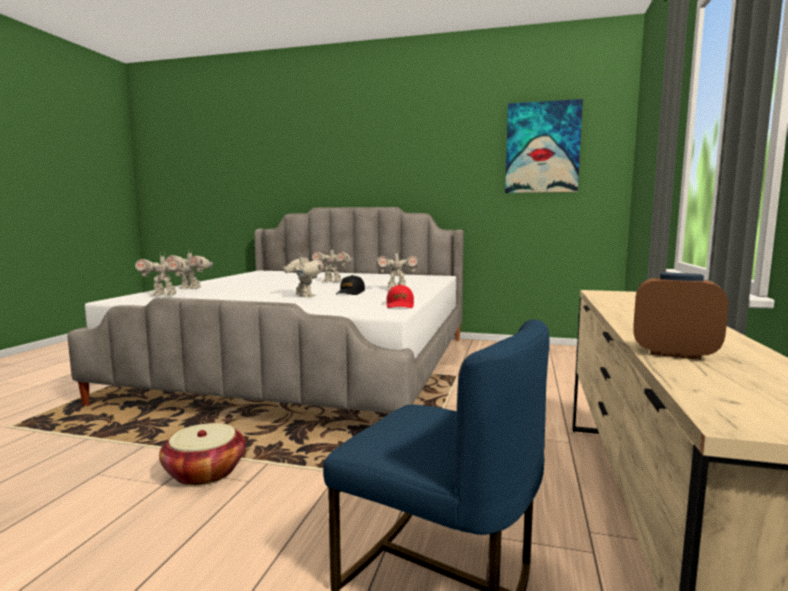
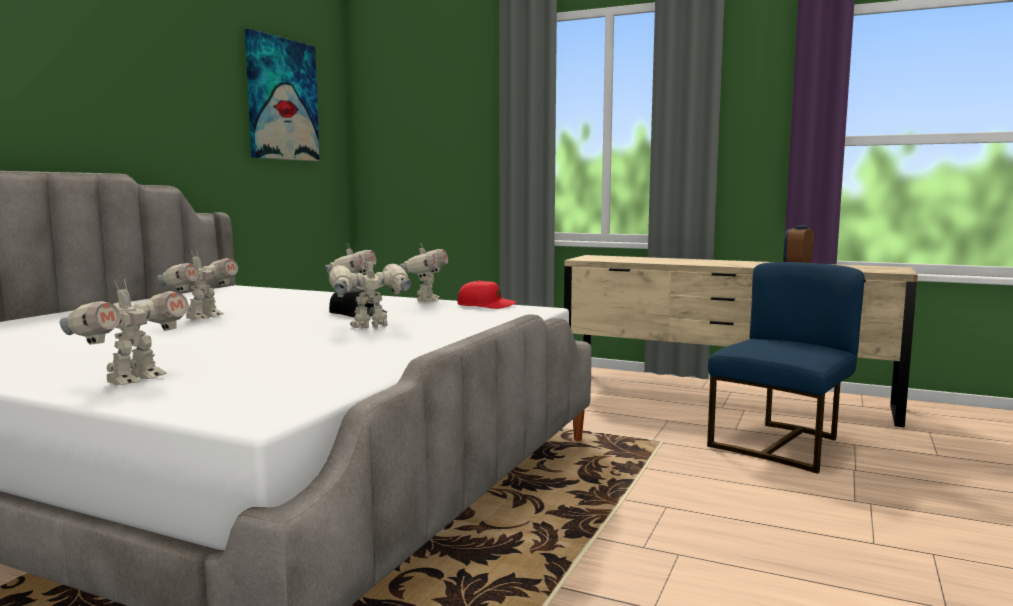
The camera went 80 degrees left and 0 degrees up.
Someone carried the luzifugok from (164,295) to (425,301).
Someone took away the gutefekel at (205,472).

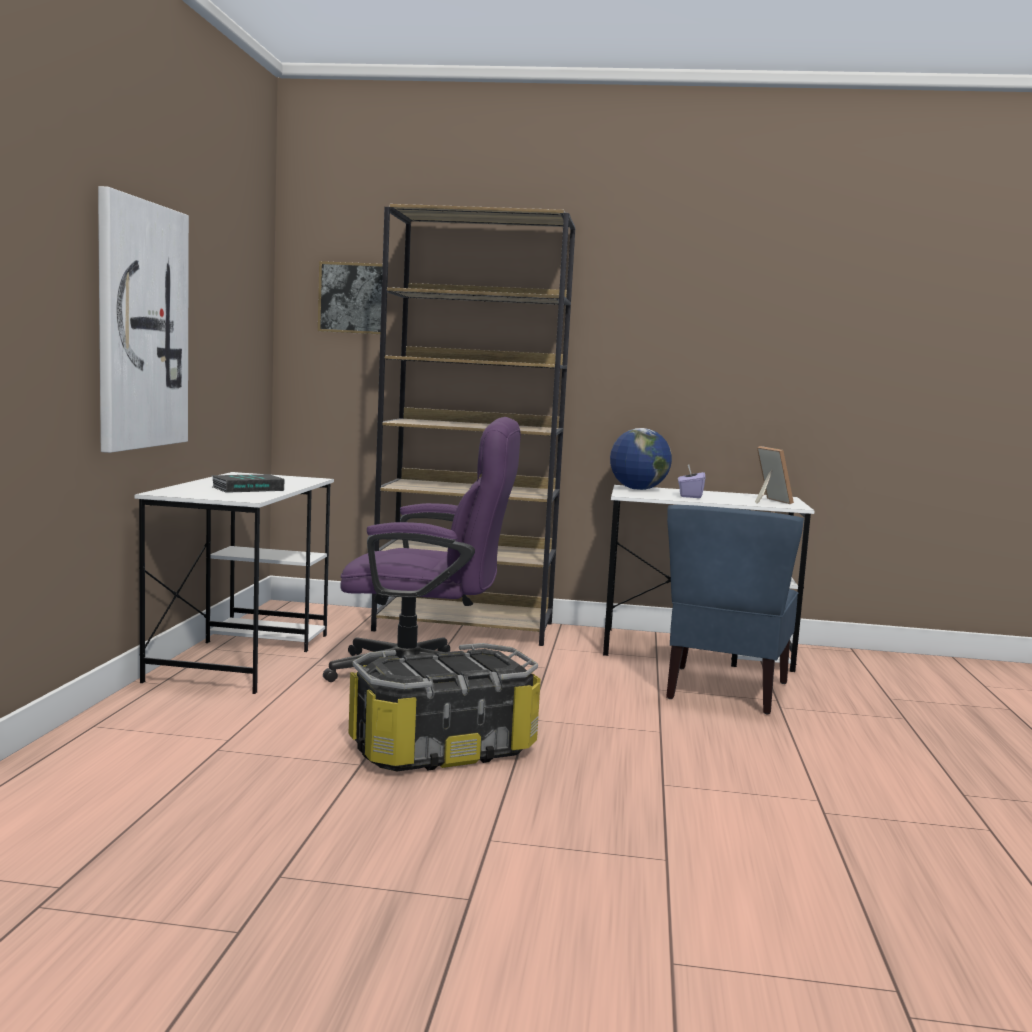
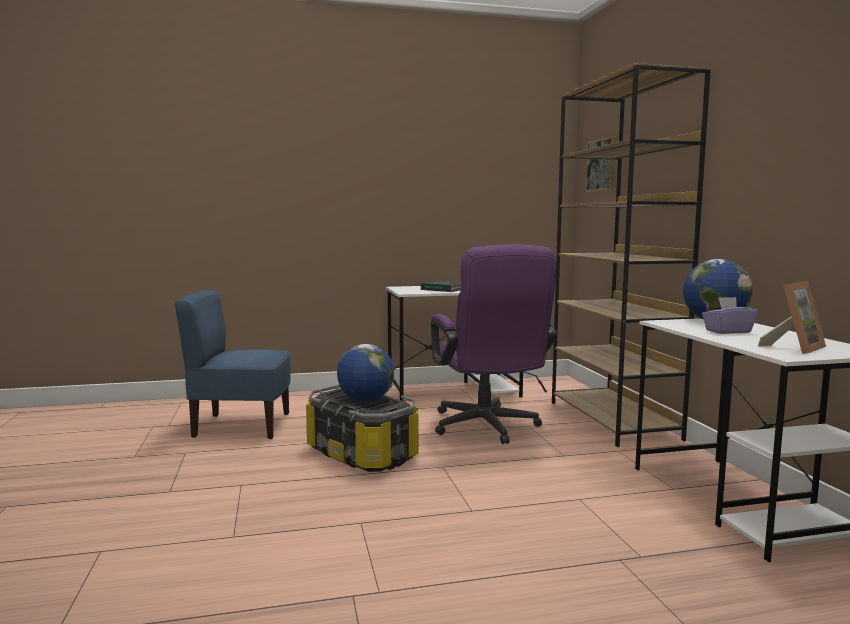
The camera went 70 degrees right and 0 degrees up.
Someone carried the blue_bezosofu from (725,690) to (242,426).
Someone put down the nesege at (365,400).
Someone took away the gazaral at (140,326).

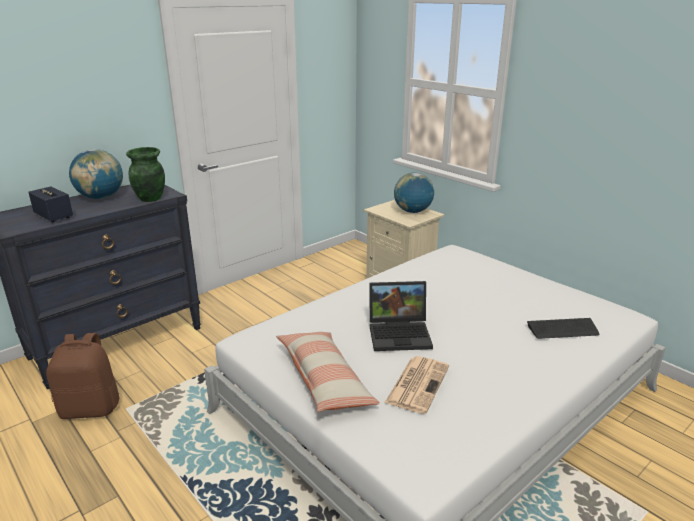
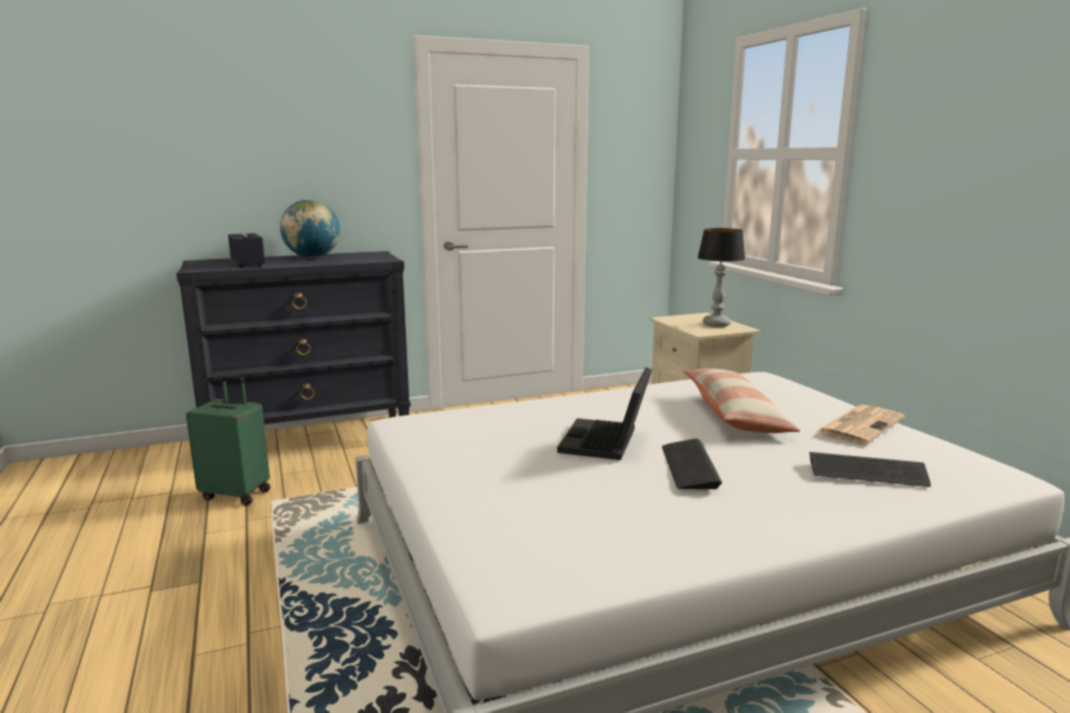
The camera went 20 degrees right and 10 degrees down.
Someone swapped the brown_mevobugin at (91,408) for the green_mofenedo at (237,494).
Someone rotated the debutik at (400,333) by 90 degrees clockwise.
Someone put down the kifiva at (689,466).
Someone carried the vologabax from (324,380) to (735,415).
Someone swapped the nesege at (412,211) for the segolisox at (716,324).
Someone carried the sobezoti from (417,383) to (860,425).
Someone took away the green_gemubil at (150,198).

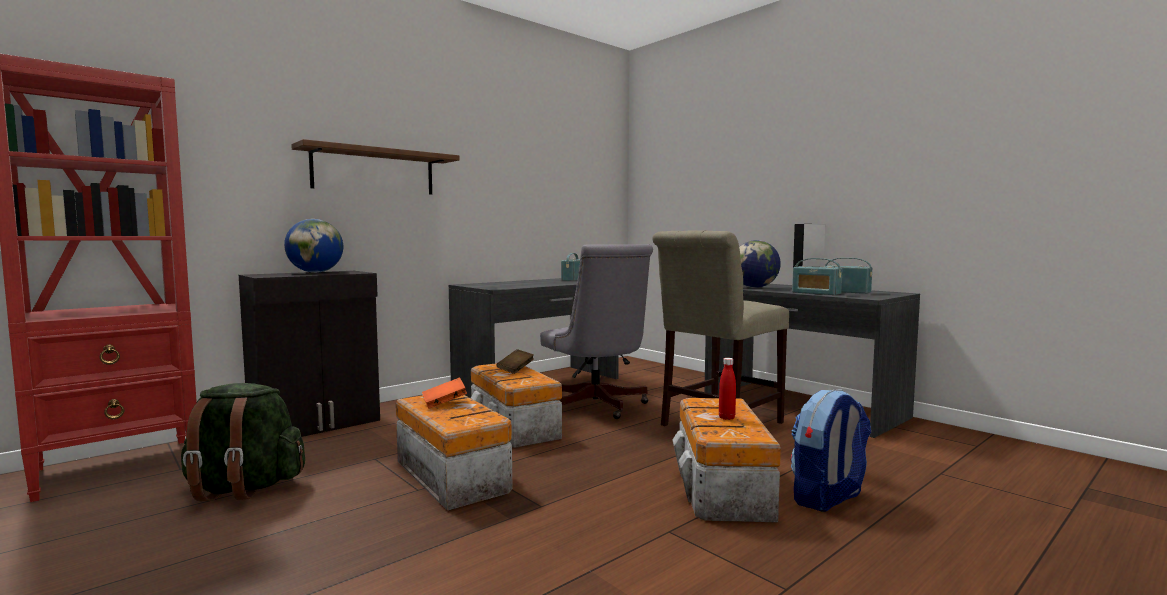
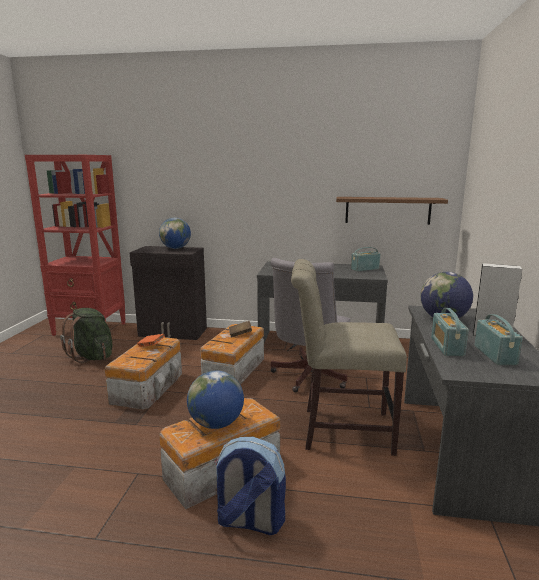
The camera went 50 degrees right and 10 degrees up.
Someone swapped the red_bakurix at (726,418) for the nesege at (216,424).
Someone carried the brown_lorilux from (374,171) to (387,210).

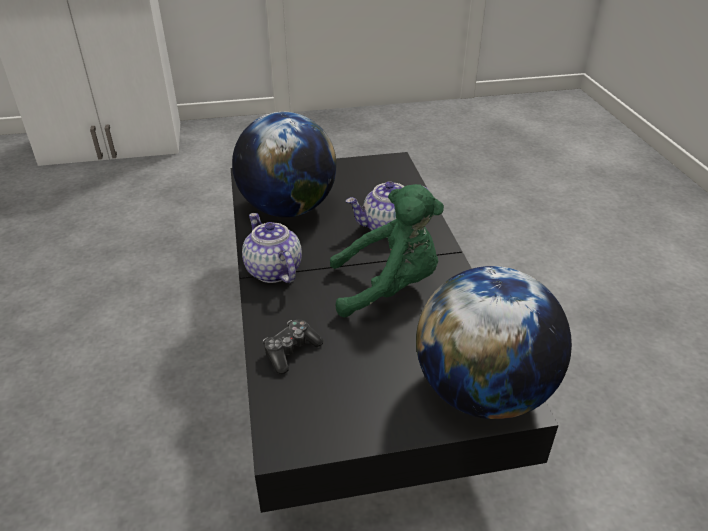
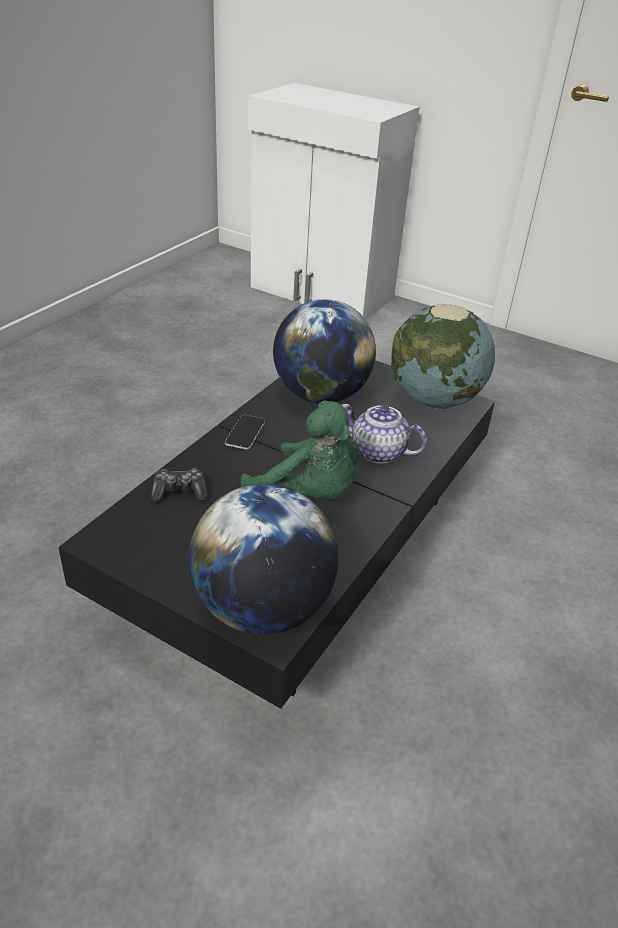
The camera went 40 degrees right and 0 degrees up.
Someone swapped the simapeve at (272,270) for the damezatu at (245,432).
Someone put down the nesege at (434,400).

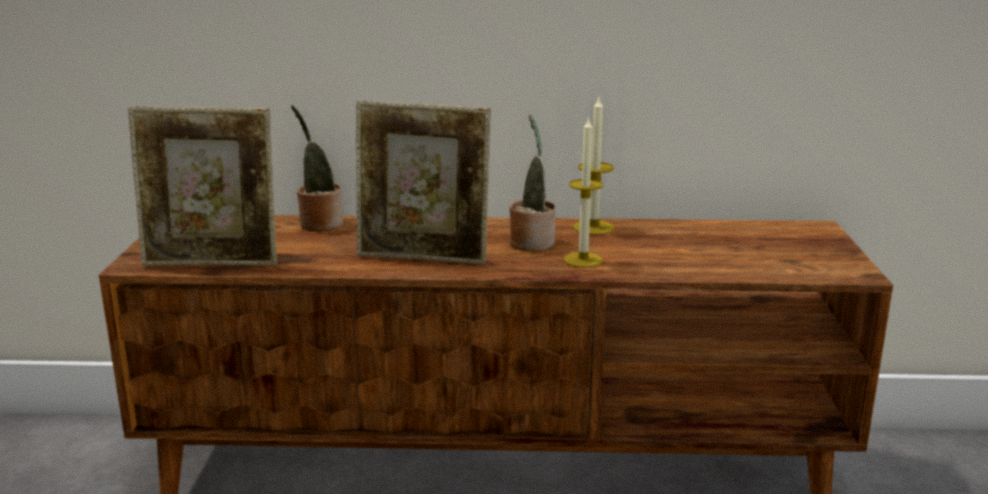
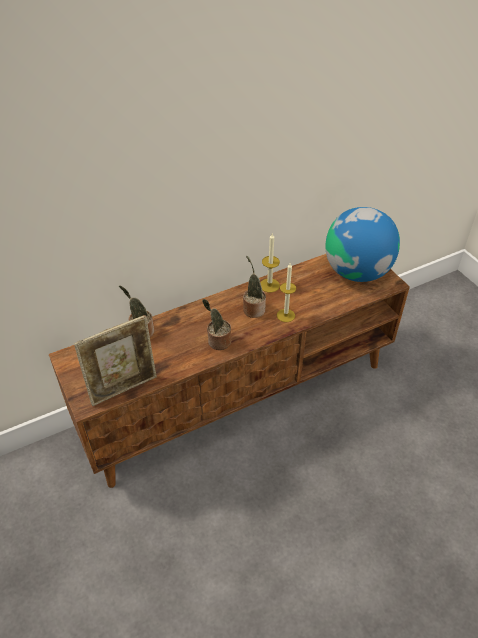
The camera went 30 degrees left and 25 degrees up.
Someone swapped the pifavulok at (424,258) for the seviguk at (217,342).
Someone put down the nesege at (357,271).

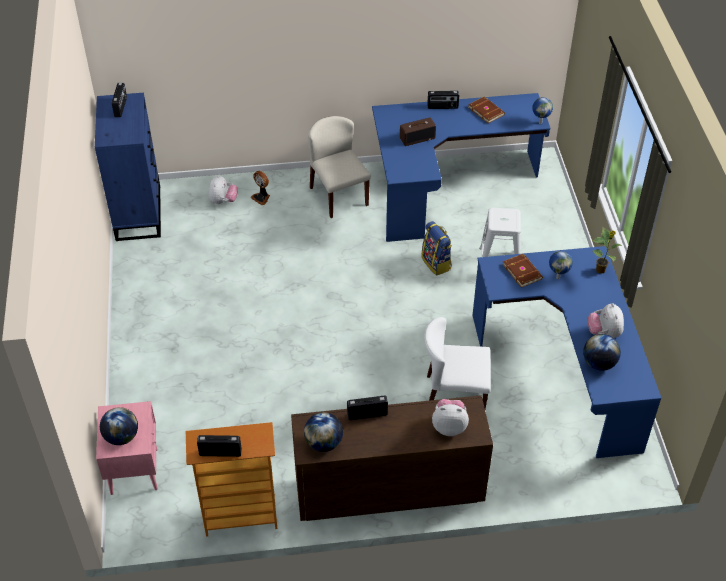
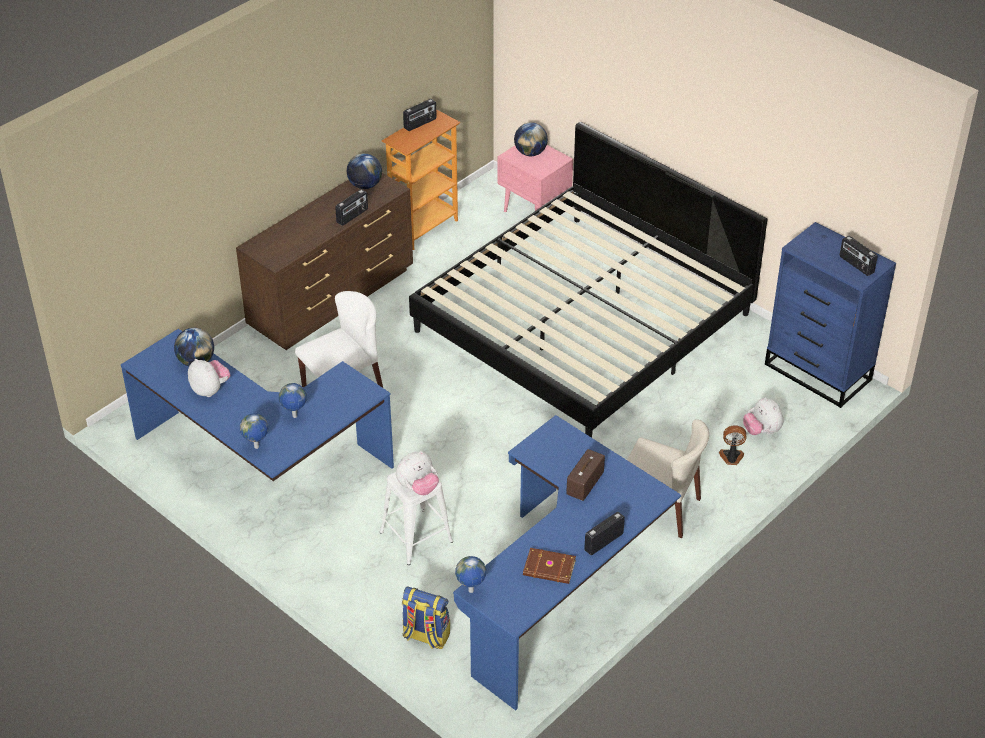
The camera went 140 degrees right and 5 degrees down.
Someone swapped the seviguk at (601,270) for the nesege at (257,447).
Someone carried the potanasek from (449,426) to (418,487).
Someone carried the mevobugin from (436,263) to (425,636).
Someone put down the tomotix at (583,322).
Someone took away the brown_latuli at (522,271).

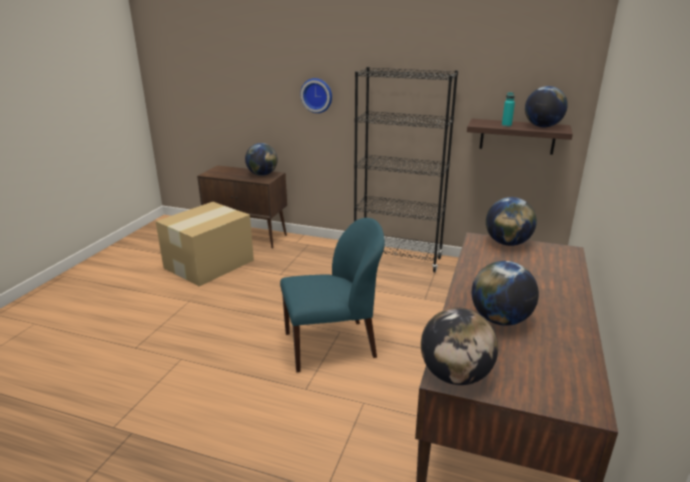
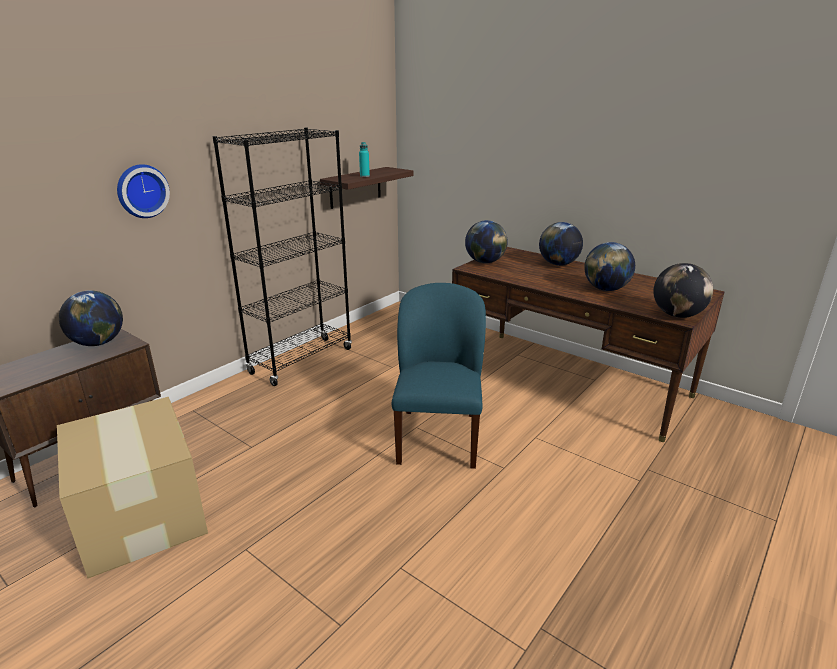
The camera went 70 degrees left and 0 degrees up.
Someone carried the nesege from (542,127) to (558,264).

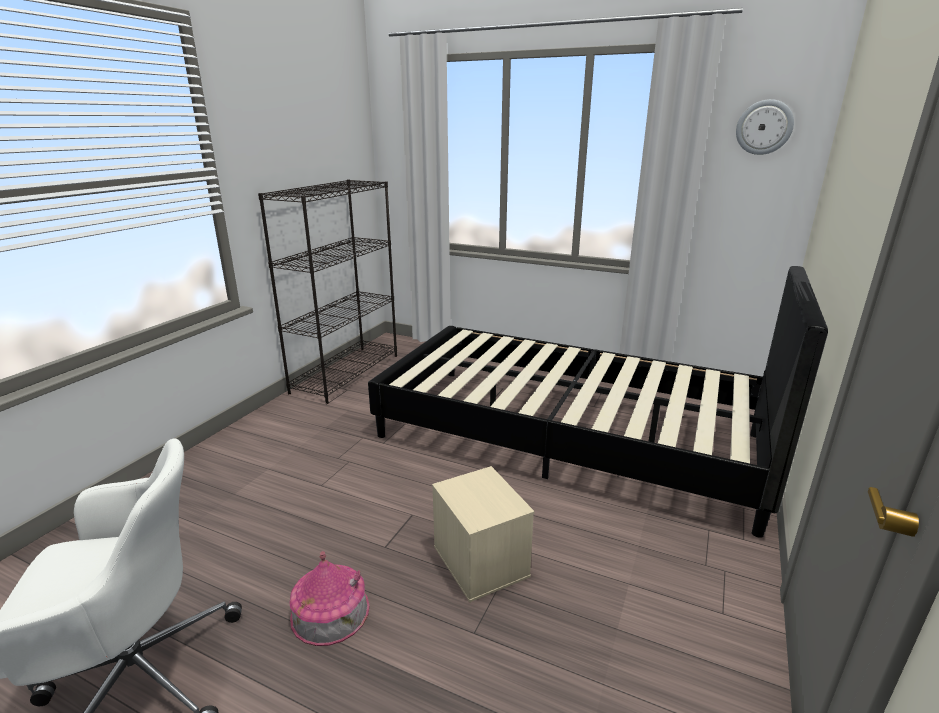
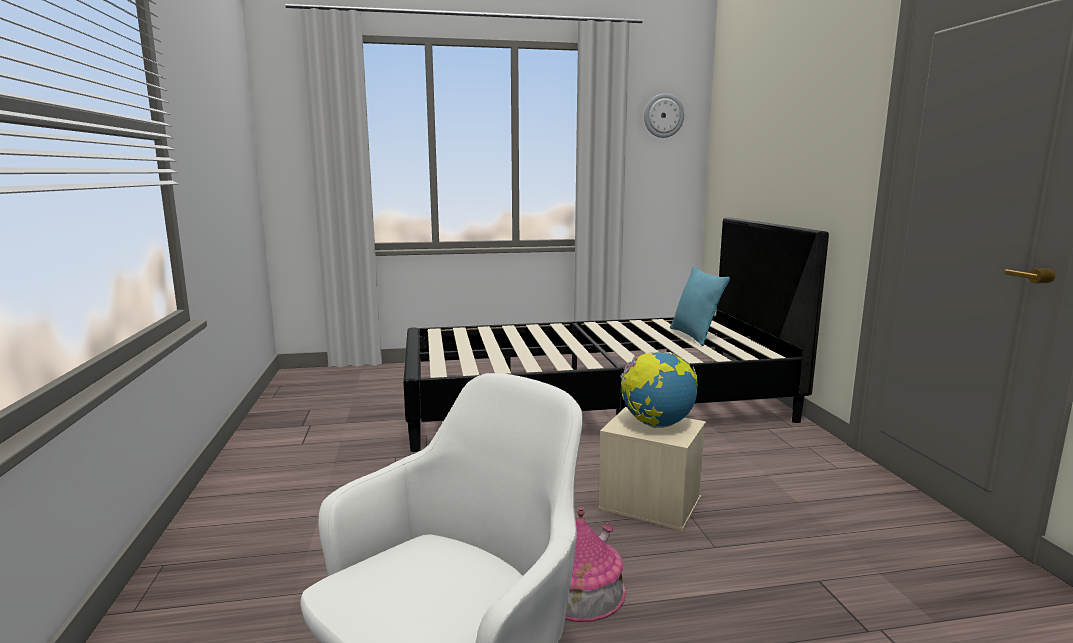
The camera went 35 degrees left and 10 degrees down.
Someone put down the nesege at (657,425).
Someone put down the turquoise_vologabax at (694,336).
Someone took away the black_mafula at (346,373).

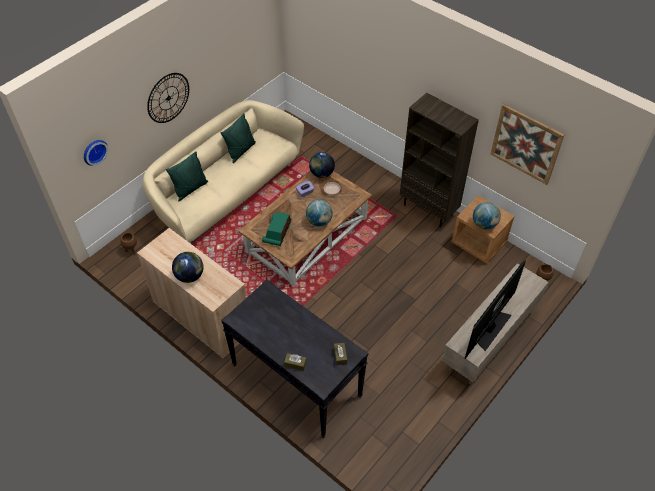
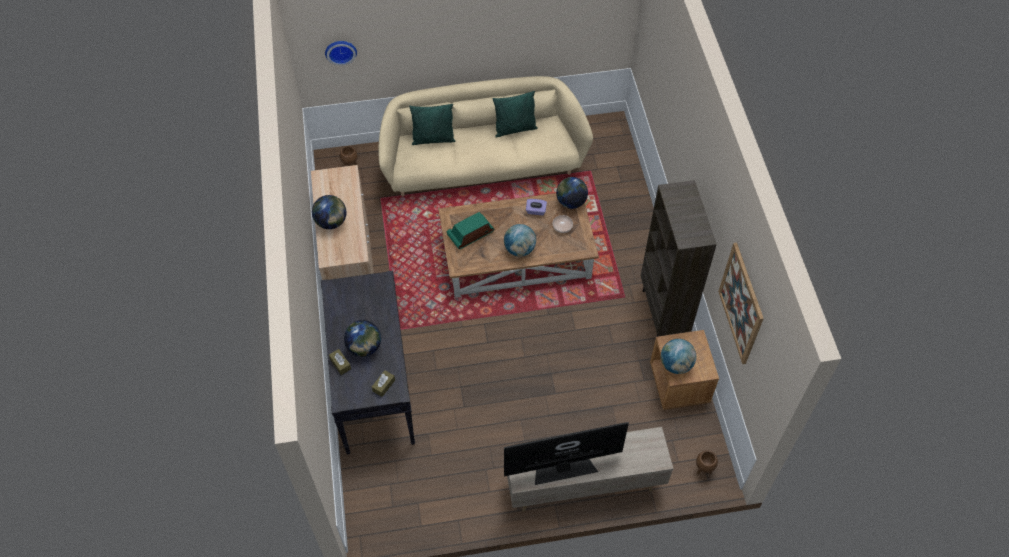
The camera went 40 degrees right and 5 degrees up.
Someone put down the nesege at (364,347).
Someone took away the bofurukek at (168,98).

